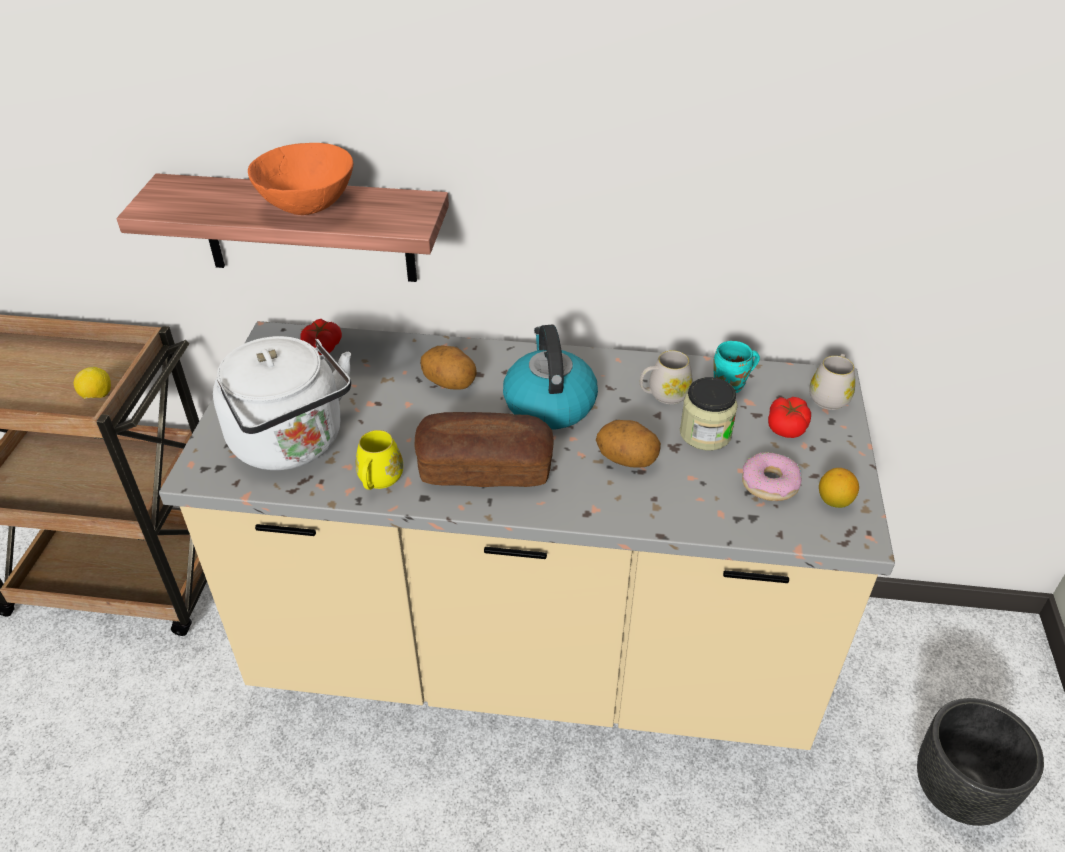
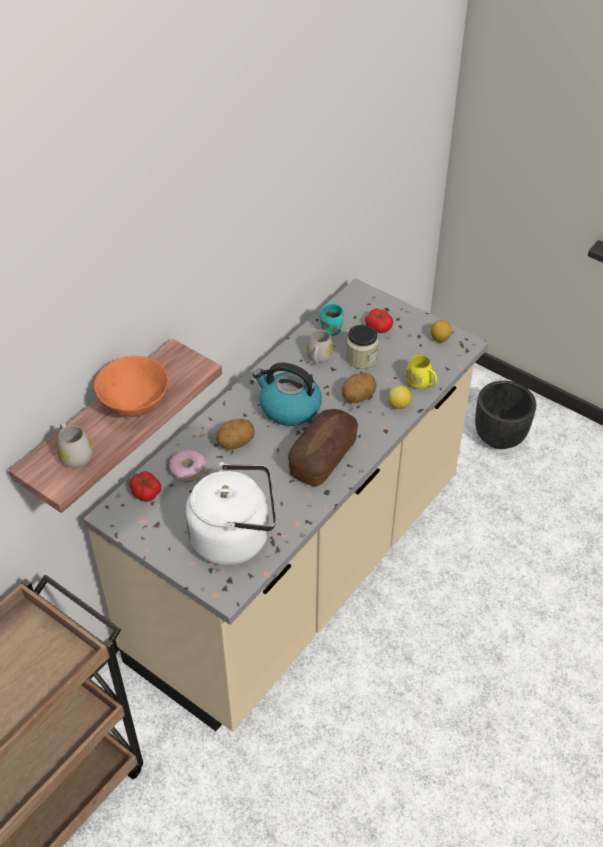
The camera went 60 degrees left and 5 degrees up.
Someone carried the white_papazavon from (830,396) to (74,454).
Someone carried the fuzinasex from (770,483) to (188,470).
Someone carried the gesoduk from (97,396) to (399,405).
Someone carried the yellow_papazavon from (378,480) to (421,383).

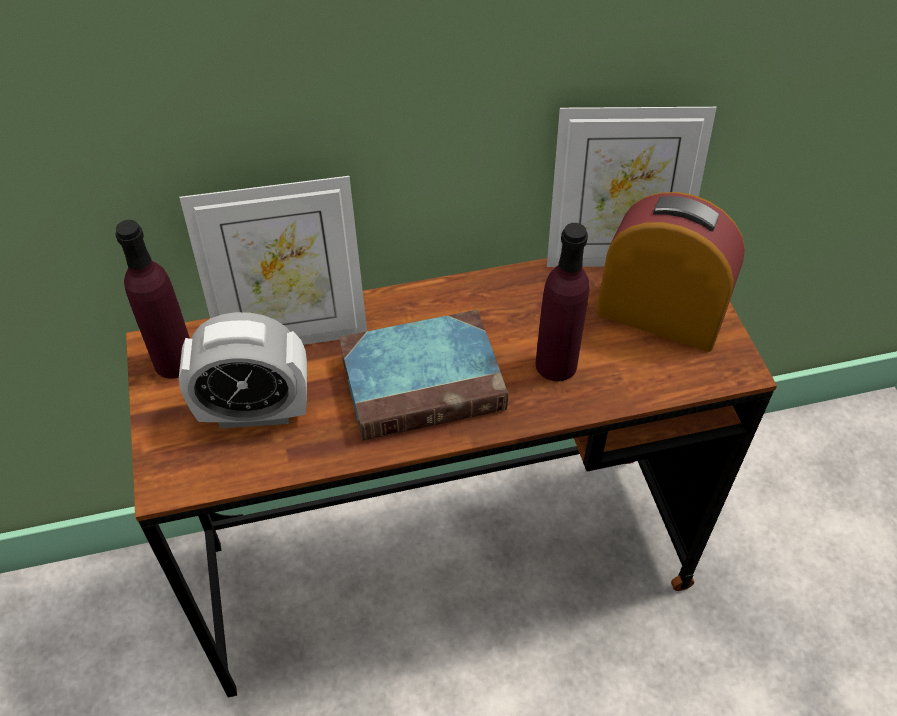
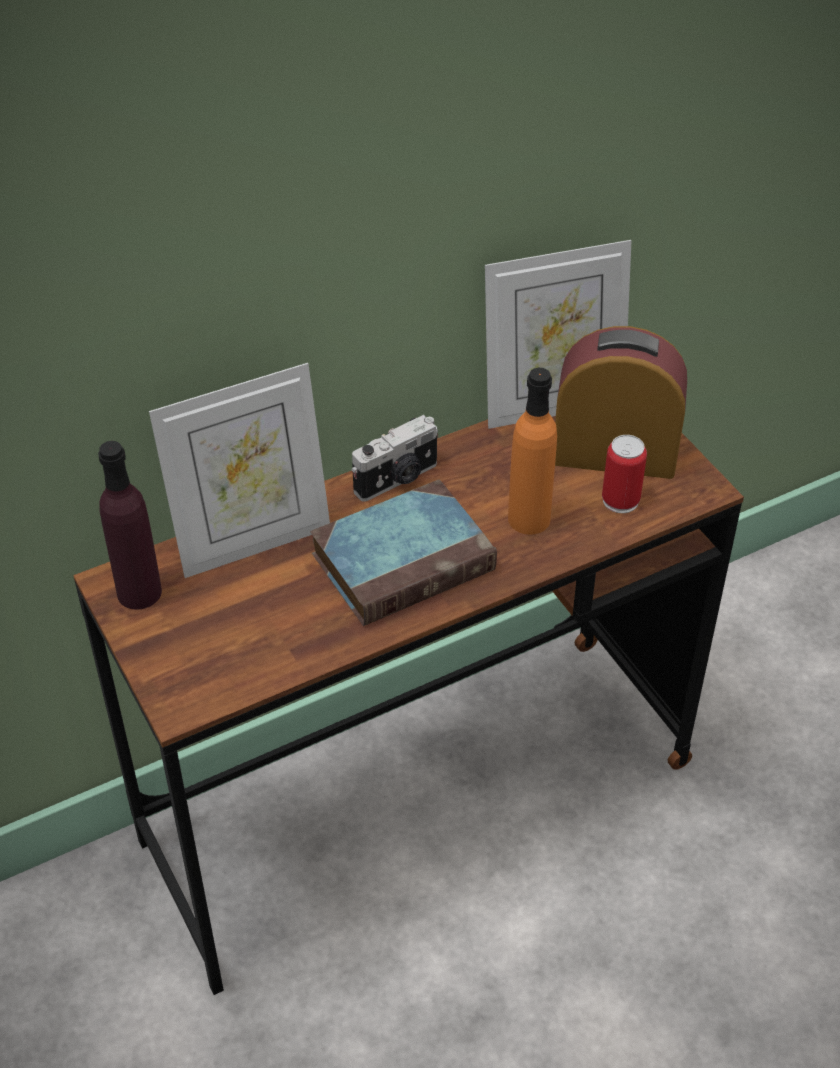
The camera went 15 degrees left and 5 degrees down.
Someone put down the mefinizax at (397,479).
Someone repainted the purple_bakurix at (556,364), which became the orange_bakurix at (529,519).
Someone put down the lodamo at (620,500).
Someone took away the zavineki at (255,411).

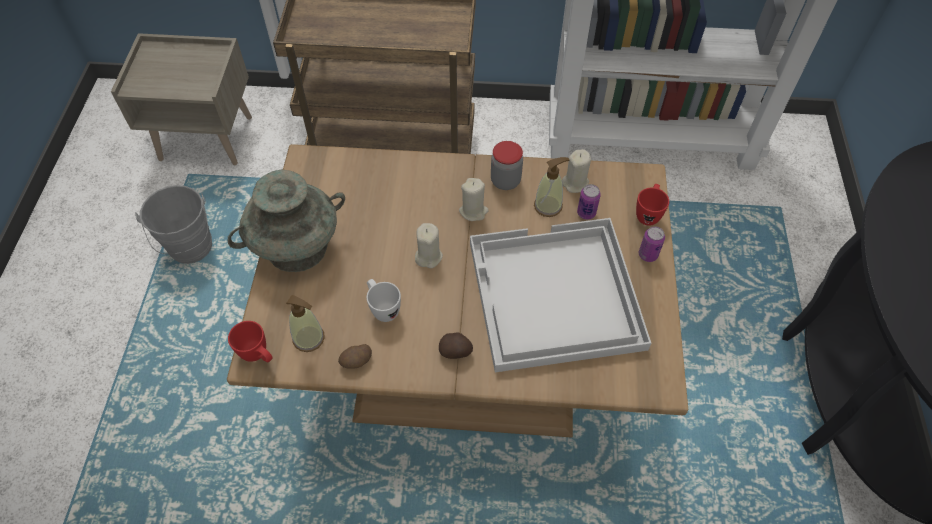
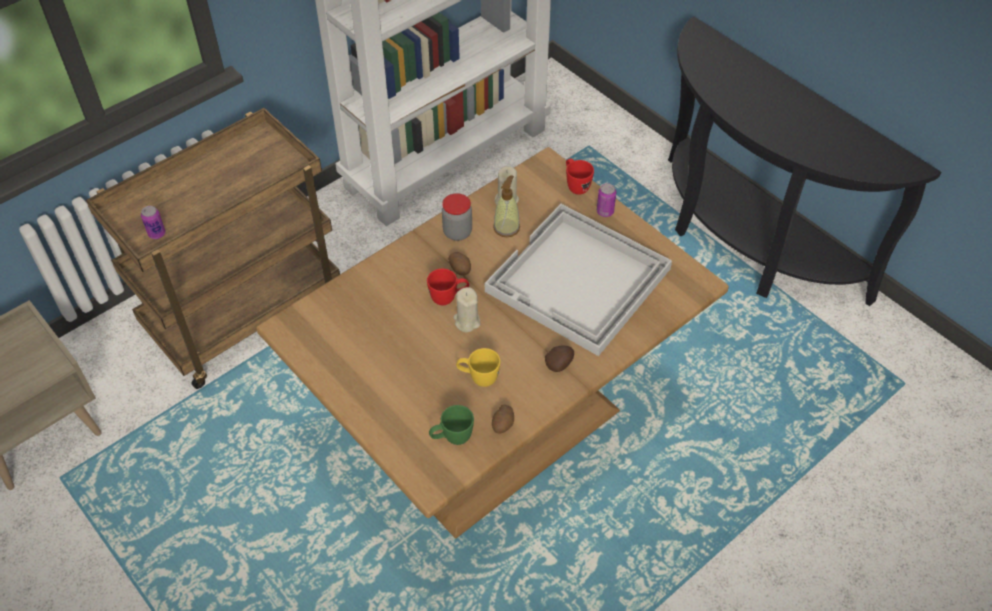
The camera went 45 degrees left and 5 degrees down.
Someone carried the lodamo from (586,213) to (157,234).
Someone carried the red_papazavon from (258,355) to (448,298).
Someone swapped the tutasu at (309,338) for the green_papazavon at (452,438).
Someone swapped the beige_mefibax at (473,211) for the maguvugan at (460,268).
Someone repainted the white_papazavon at (383,308), which became the yellow_papazavon at (478,378).
Someone took away the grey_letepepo at (192,251).
Someone took away the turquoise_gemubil at (297,248).

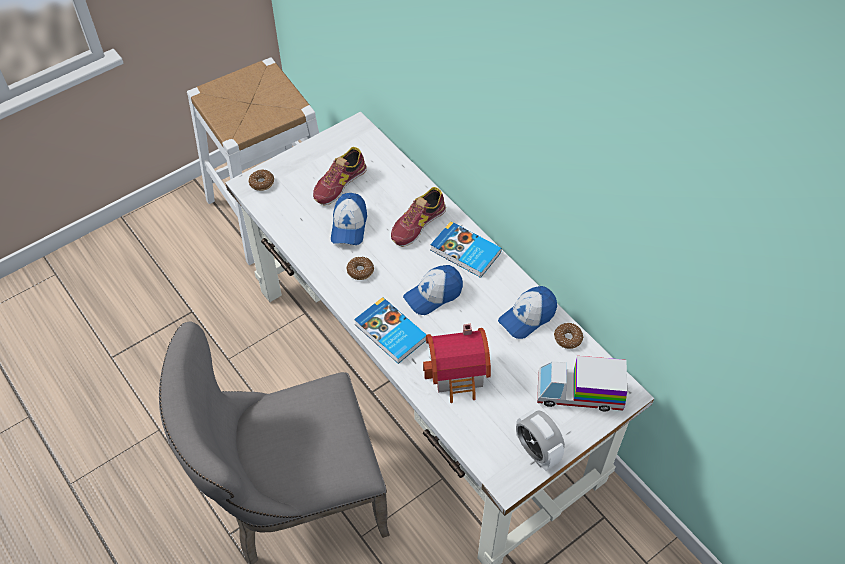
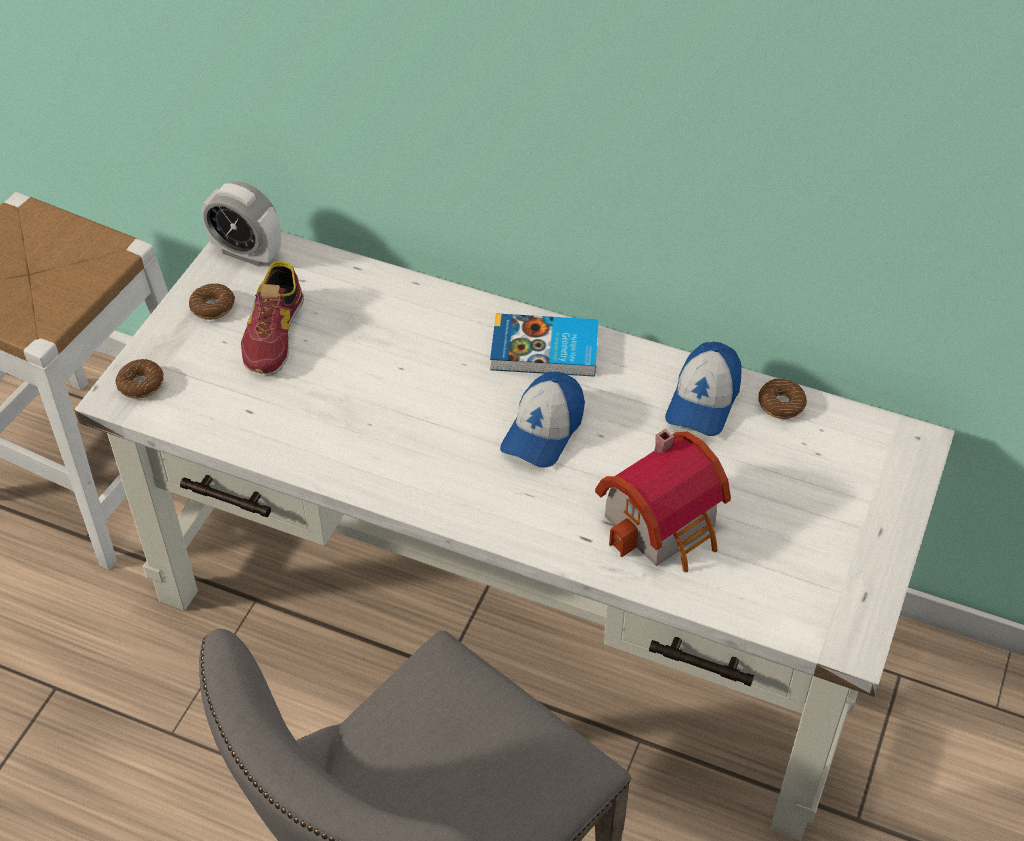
The camera went 30 degrees left and 5 degrees down.
Someone carried the fuzinasex from (360,271) to (213,307).
Someone carried the zavineki from (536,451) to (246,253).
Someone took away the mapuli at (349,226).
Someone took away the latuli at (390,333).
Someone took away the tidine at (418,224).
Someone took away the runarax at (579,393).

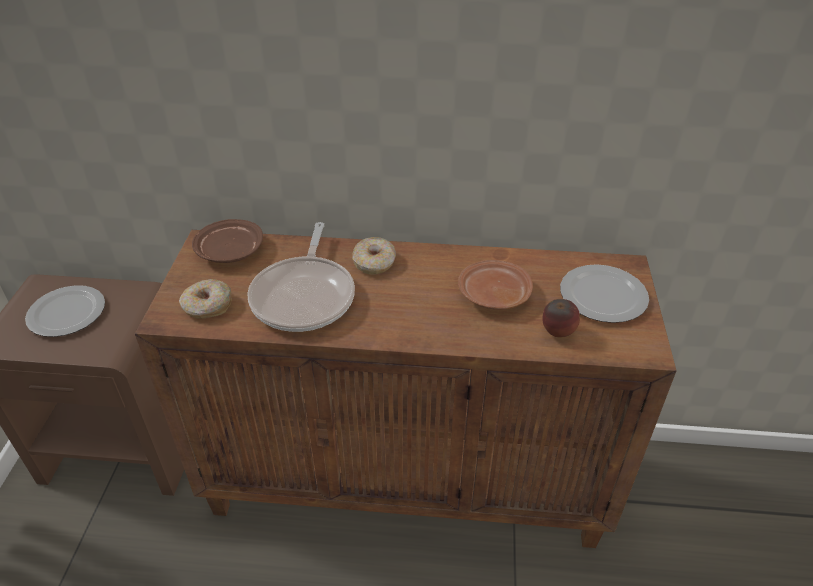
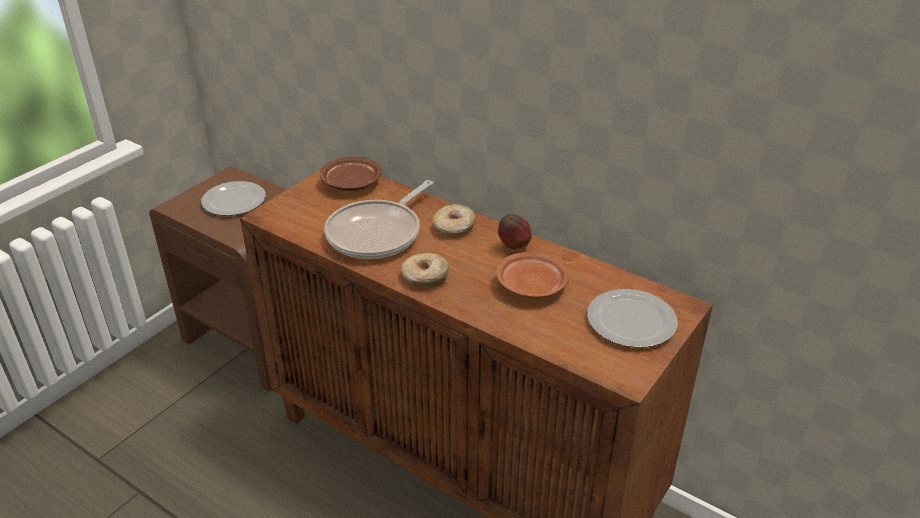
The camera went 30 degrees right and 5 degrees down.
Someone carried the fuzinasex from (207,306) to (425,277).
Someone carried the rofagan from (557,334) to (514,247).

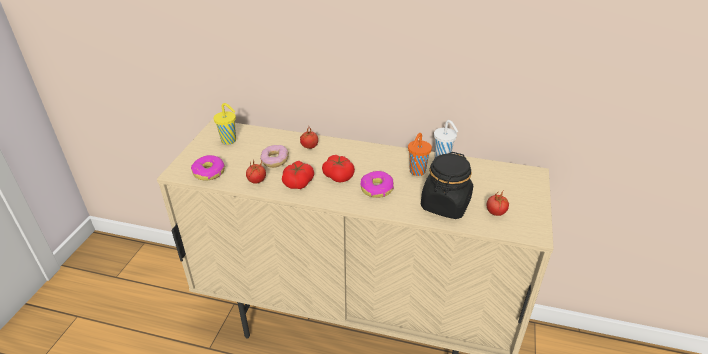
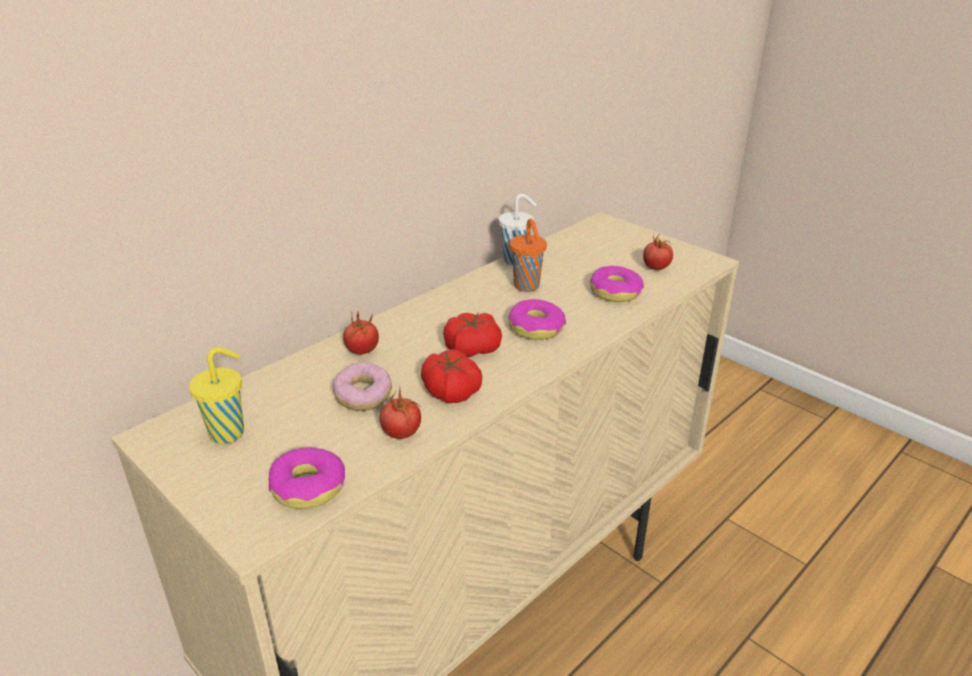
The camera went 60 degrees left and 5 degrees down.
Someone swapped the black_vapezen at (445,205) for the fuzinasex at (615,292).

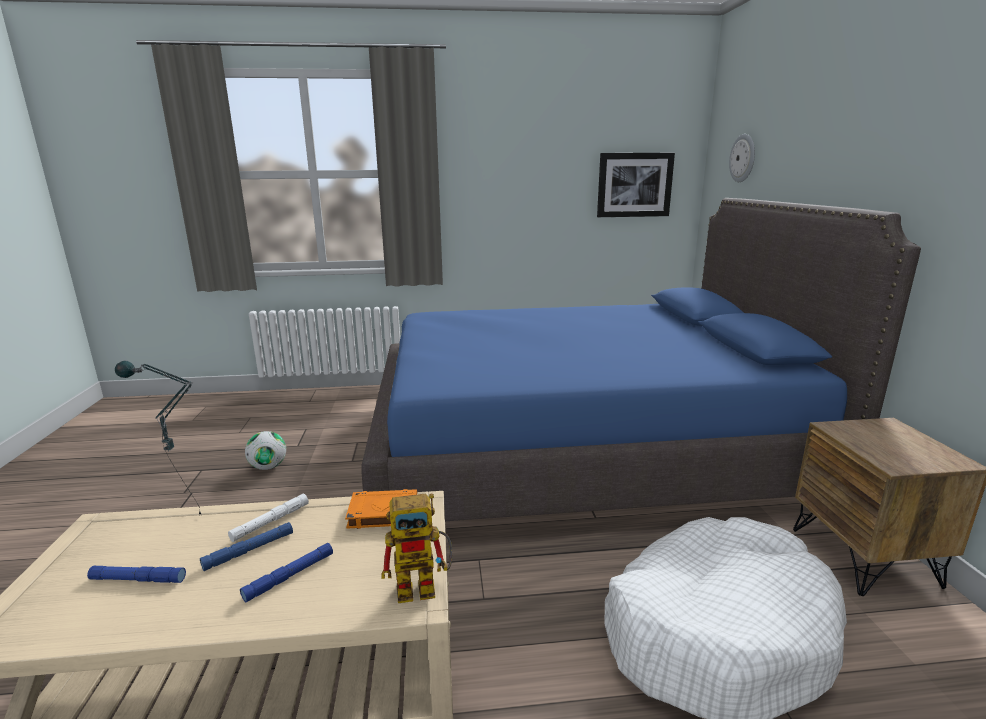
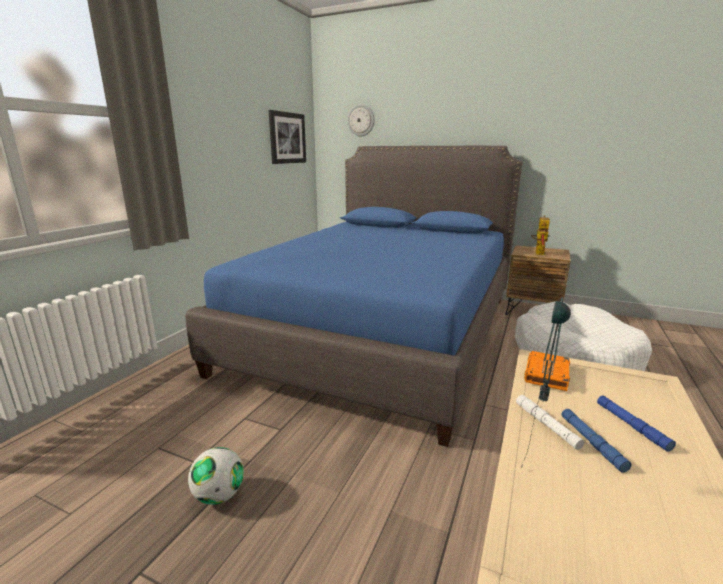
The camera went 60 degrees left and 0 degrees up.
Someone carried the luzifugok from (425,586) to (538,252).
Someone took away the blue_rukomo at (138,579).

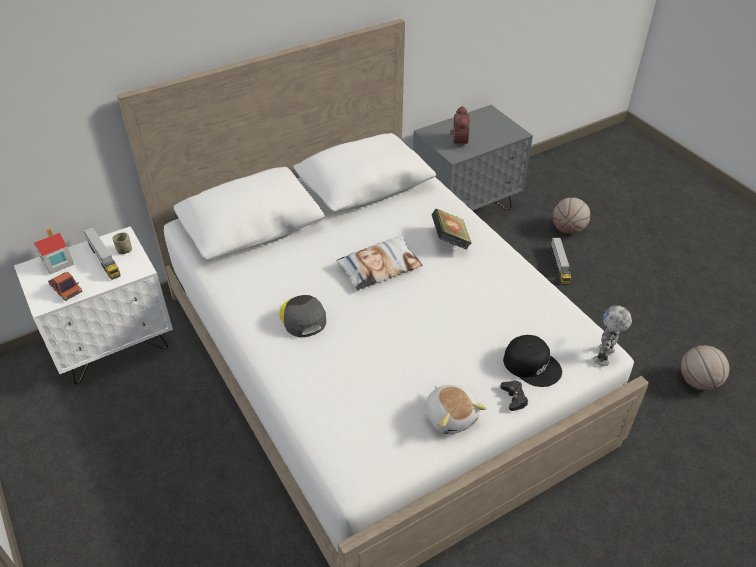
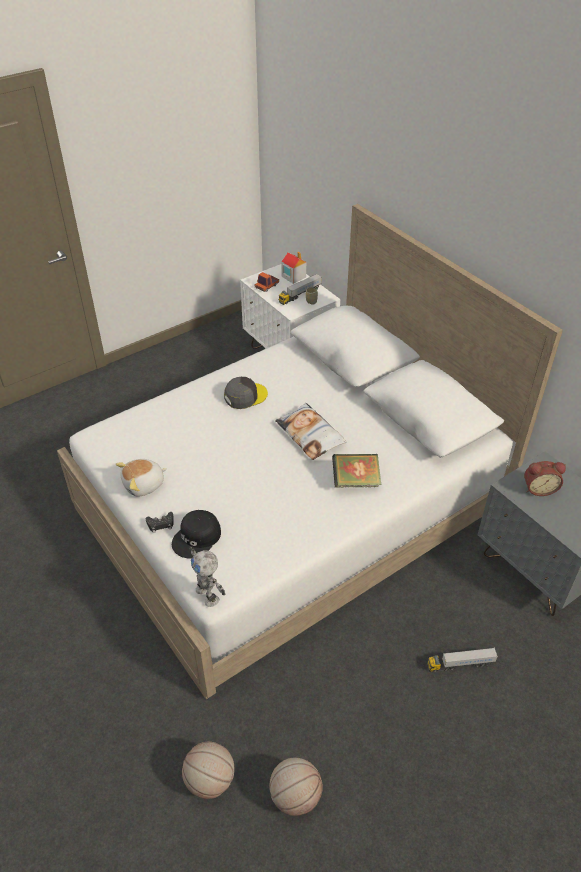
The camera went 85 degrees right and 0 degrees up.
Someone carried the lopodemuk from (568,229) to (210,780).
Someone rotated the luzifugok at (605,356) by 150 degrees counterclockwise.

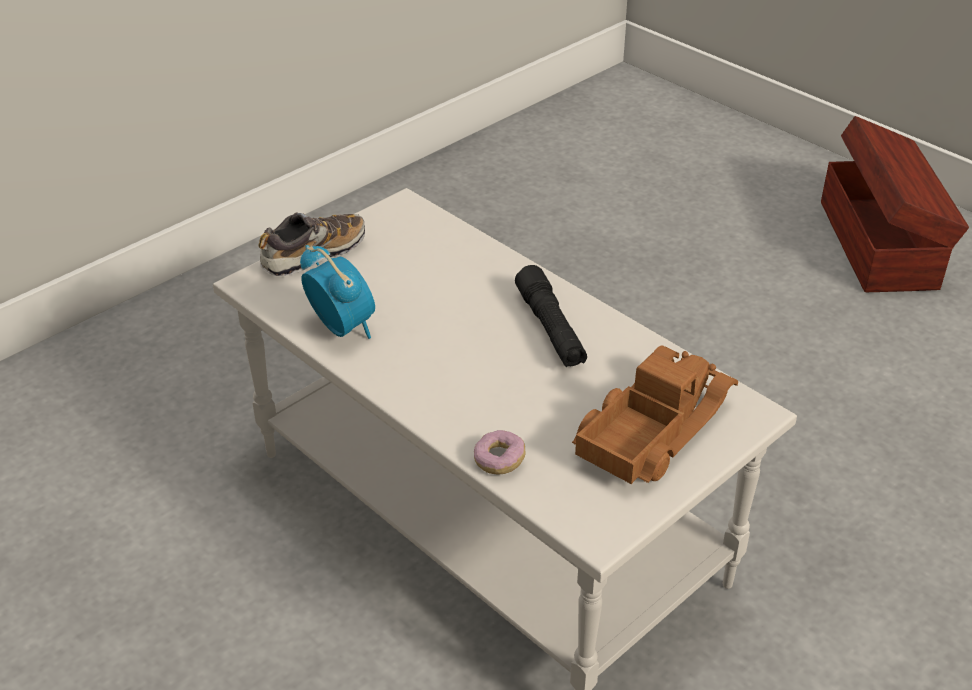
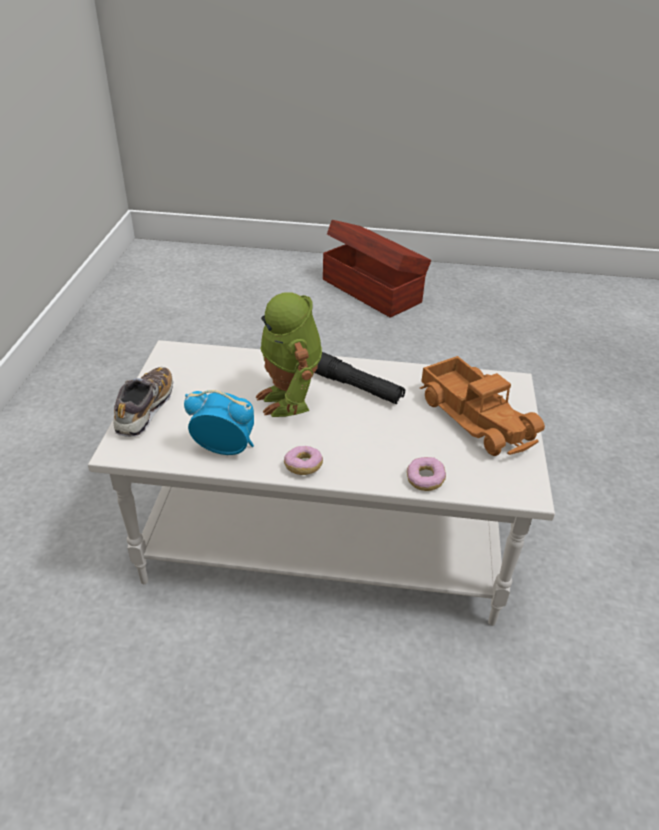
The camera went 40 degrees left and 0 degrees up.
Someone put down the luzifugok at (290,400).
Someone put down the fuzinasex at (303,466).
Someone rotated the runarax at (650,428) by 150 degrees clockwise.

